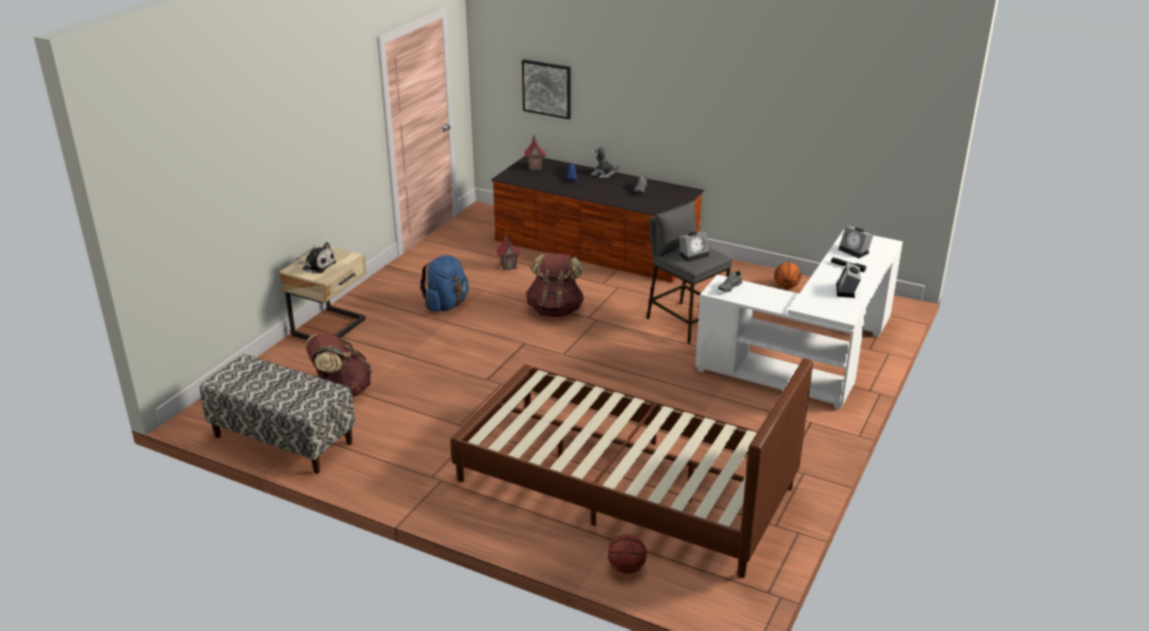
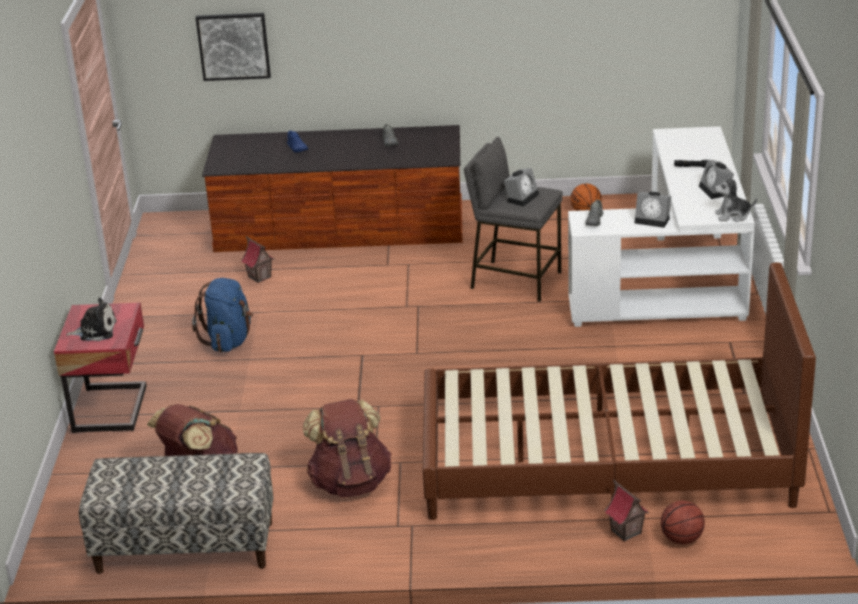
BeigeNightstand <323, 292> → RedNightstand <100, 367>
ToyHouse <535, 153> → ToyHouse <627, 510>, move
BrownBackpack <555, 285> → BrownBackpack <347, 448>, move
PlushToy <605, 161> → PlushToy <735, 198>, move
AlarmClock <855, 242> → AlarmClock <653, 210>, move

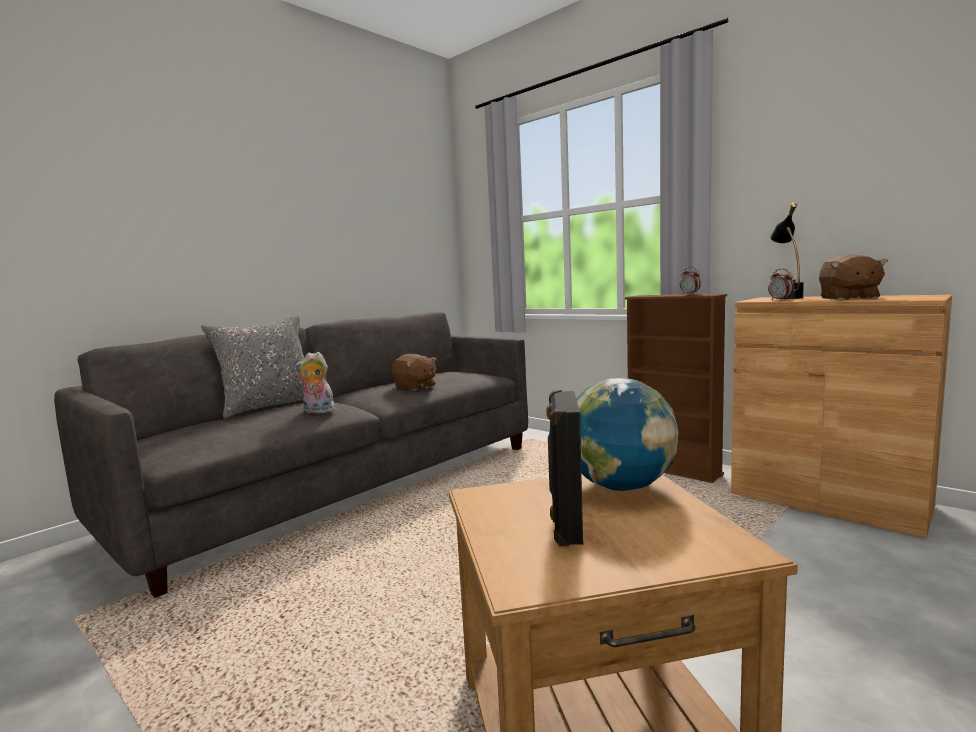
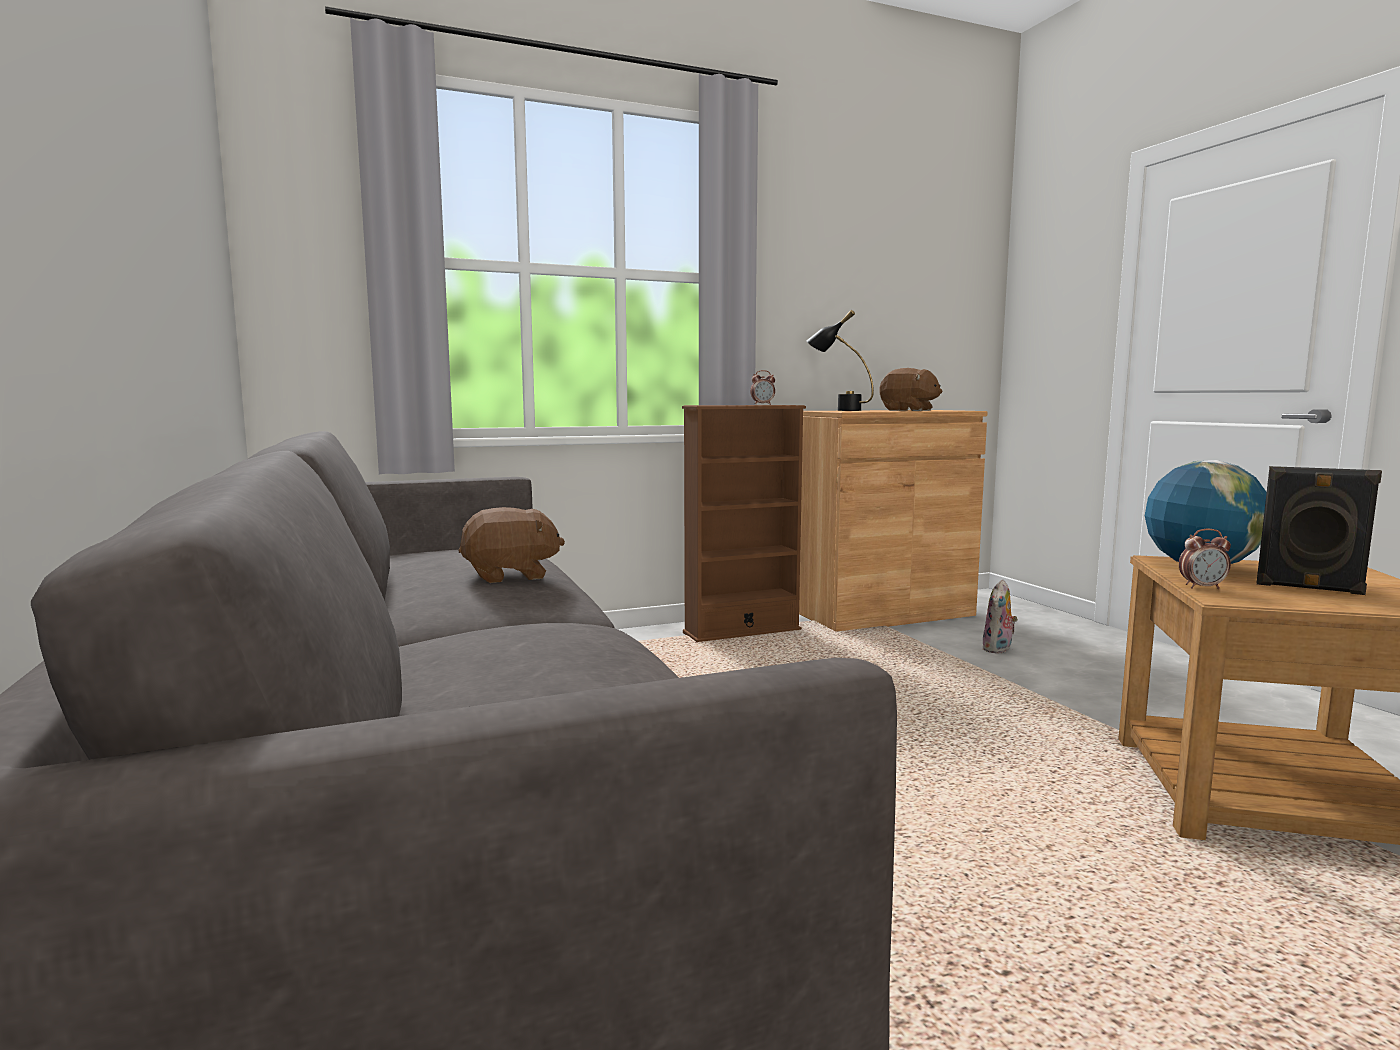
GreyPillow <252, 367> → -
PlushToy <315, 382> → PlushToy <1000, 616>, move
AlarmClock <781, 285> → AlarmClock <1205, 559>, move

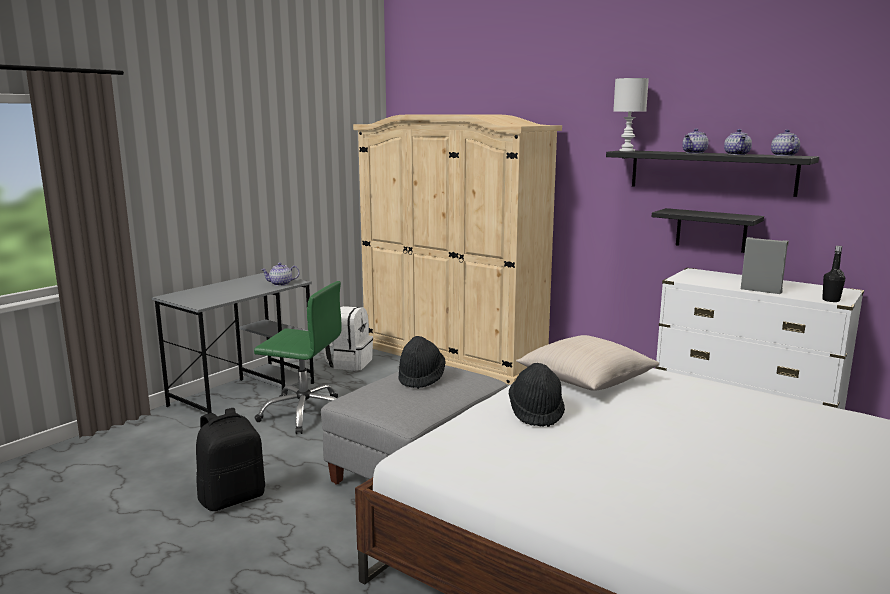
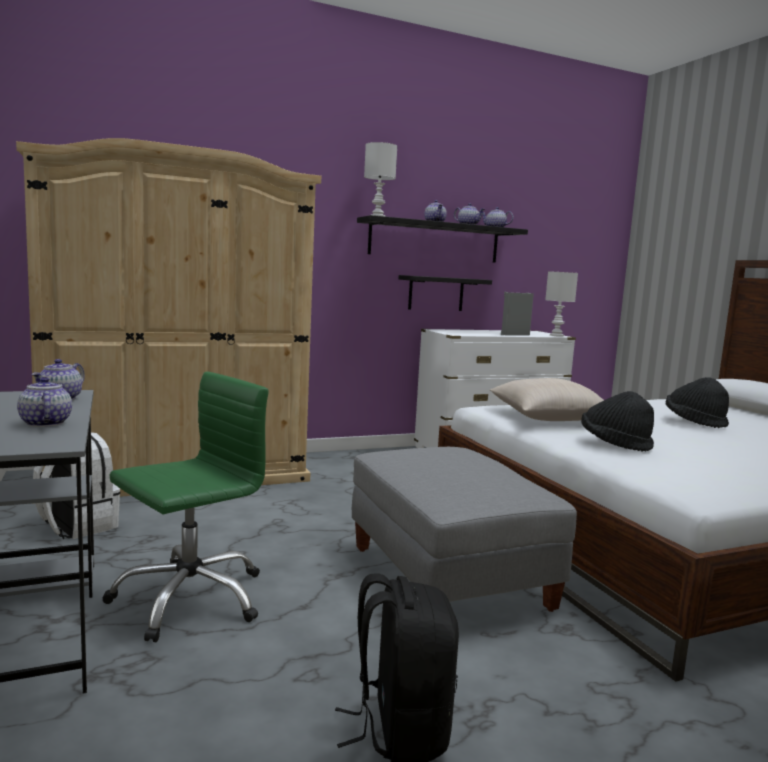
BlackHat <422, 362> → BlackHat <697, 402>, move
BlackBottle <833, 274> → WhiteTableLamp <561, 304>
- → Teapot <44, 402>

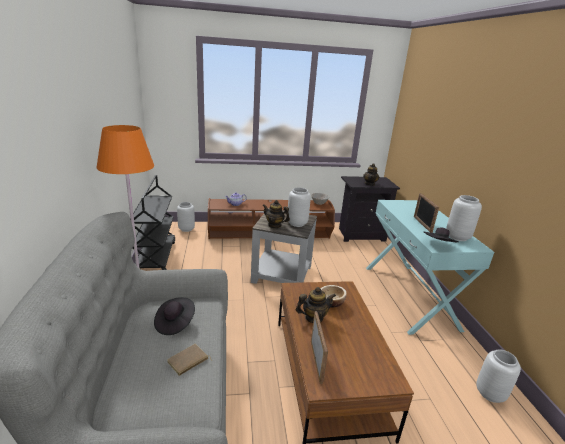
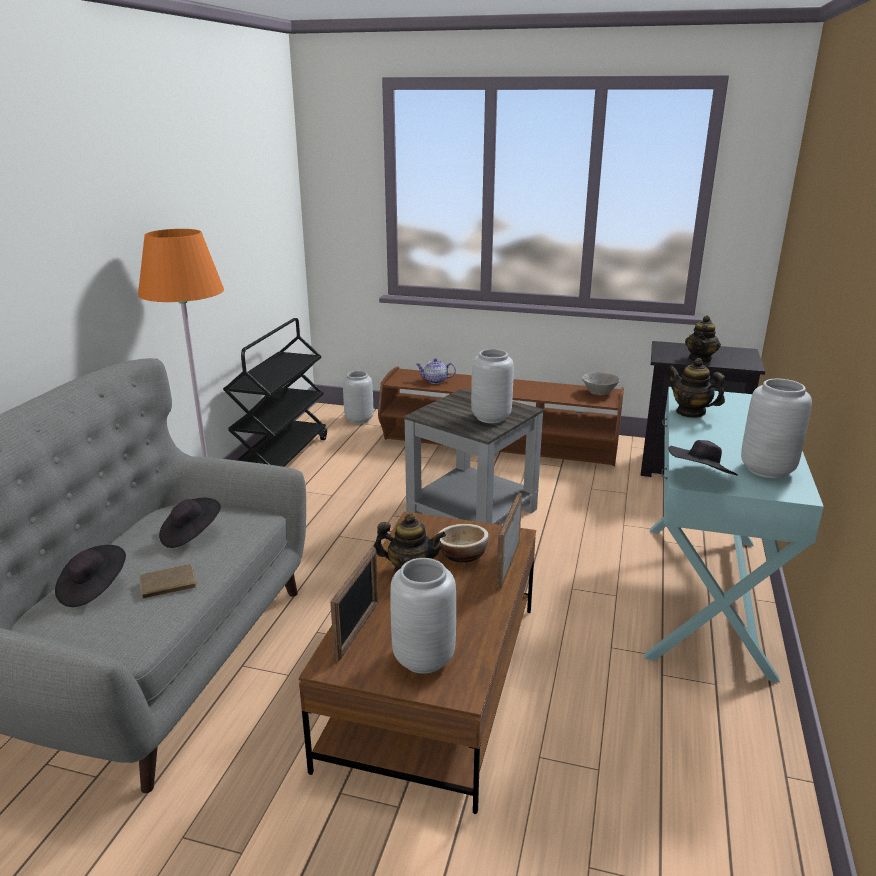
Teapot <276, 214> → Teapot <696, 388>, move
PictureFrame <426, 213> → PictureFrame <509, 541>, move
GreyVase <498, 376> → GreyVase <423, 616>, move
- → BlackHat <90, 576>

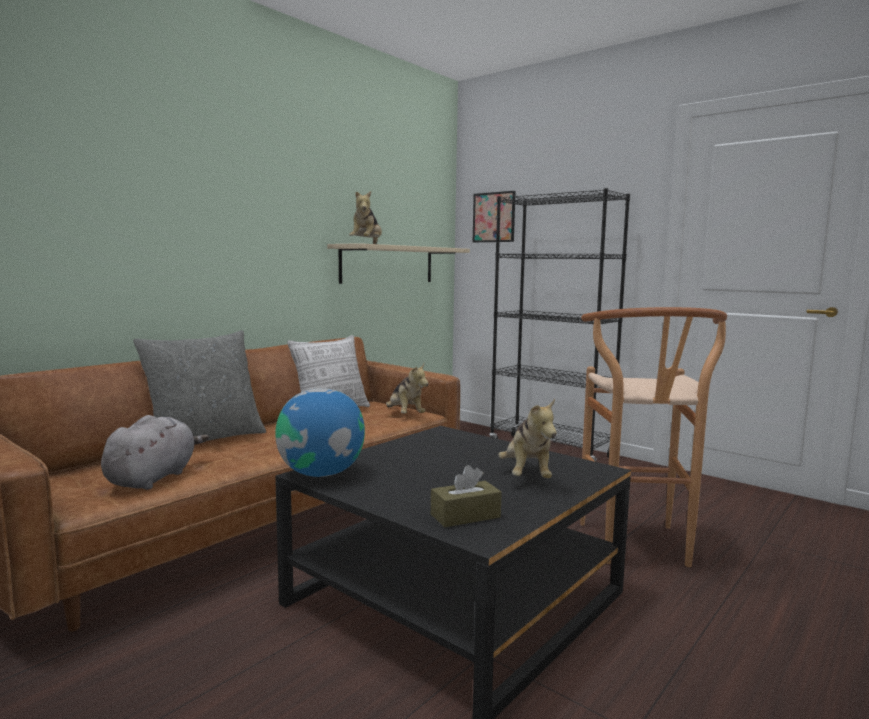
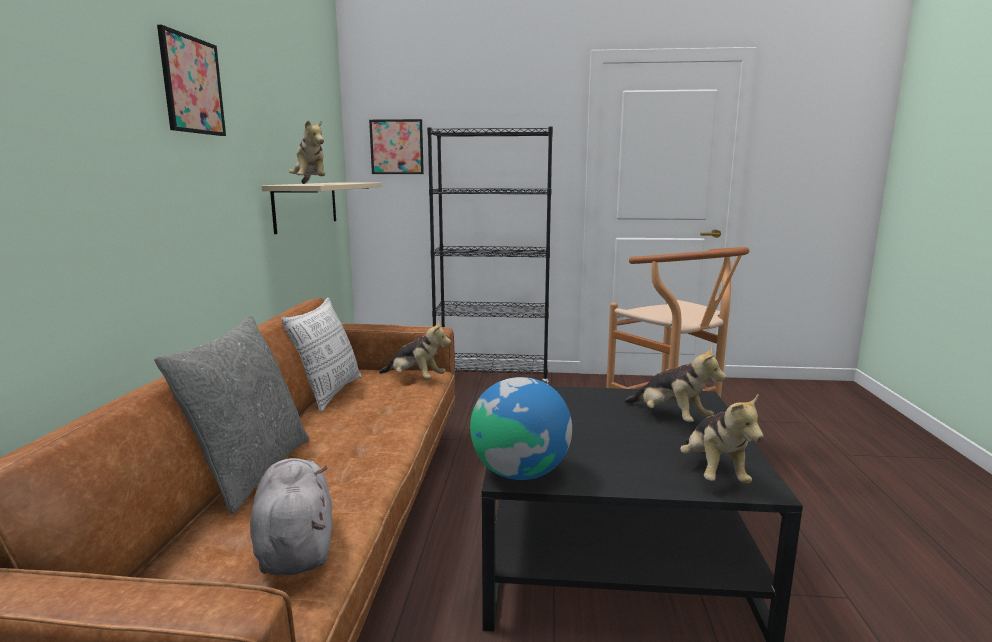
BrownTissueBox <466, 496> → PlushToy <721, 438>
- → Picture <191, 80>

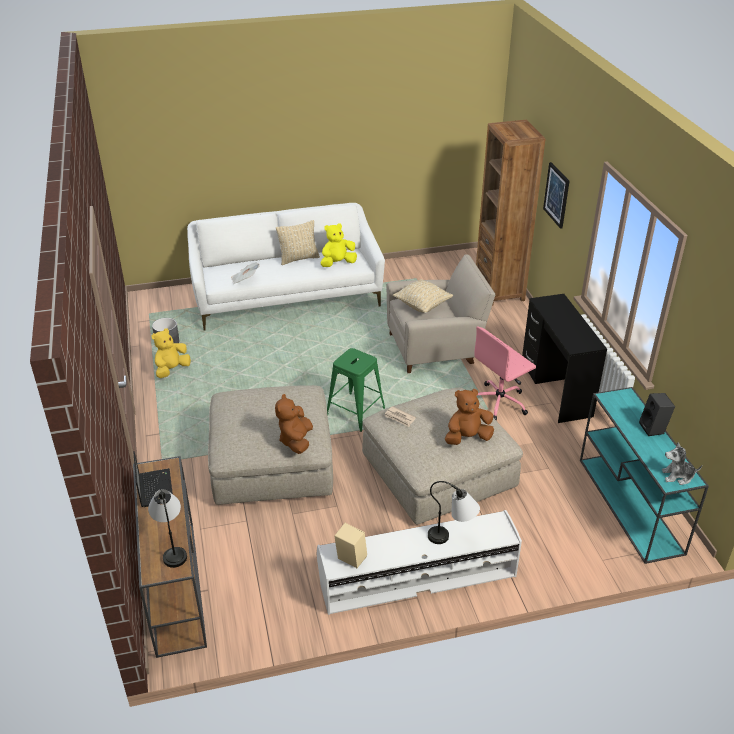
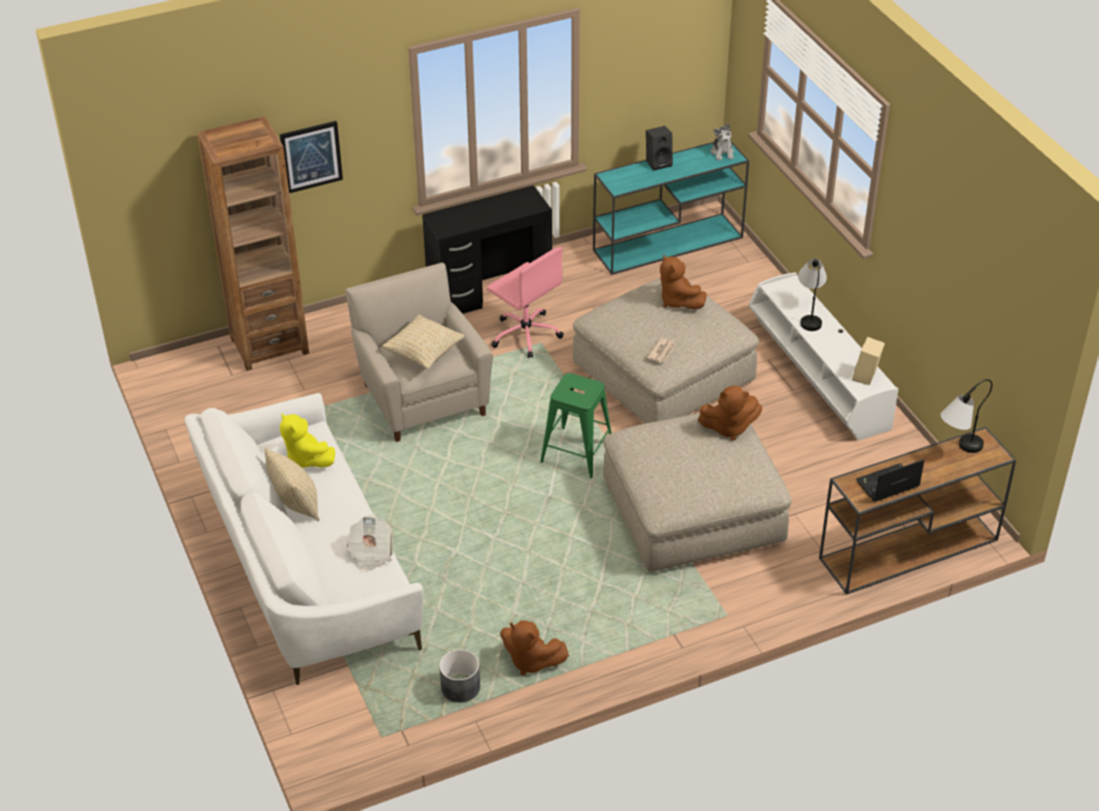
YellowPlushToy <171, 353> → BrownPlushToy <534, 648>

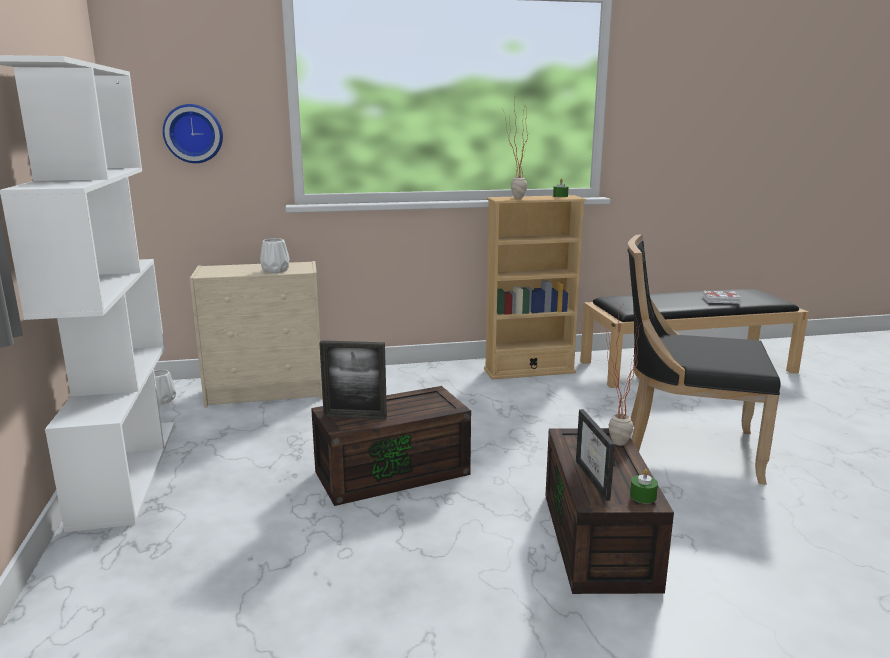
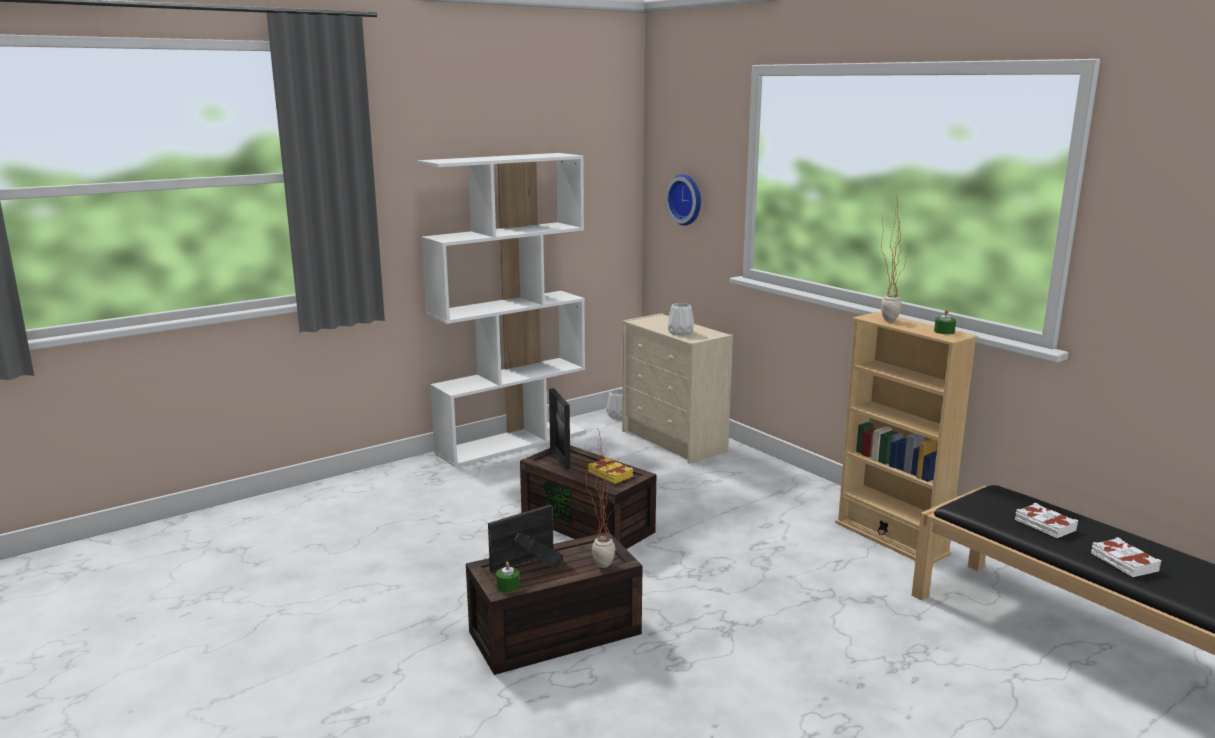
BlackChair <704, 359> → -
- → YellowBook <610, 470>
- → WhiteBook <1046, 520>

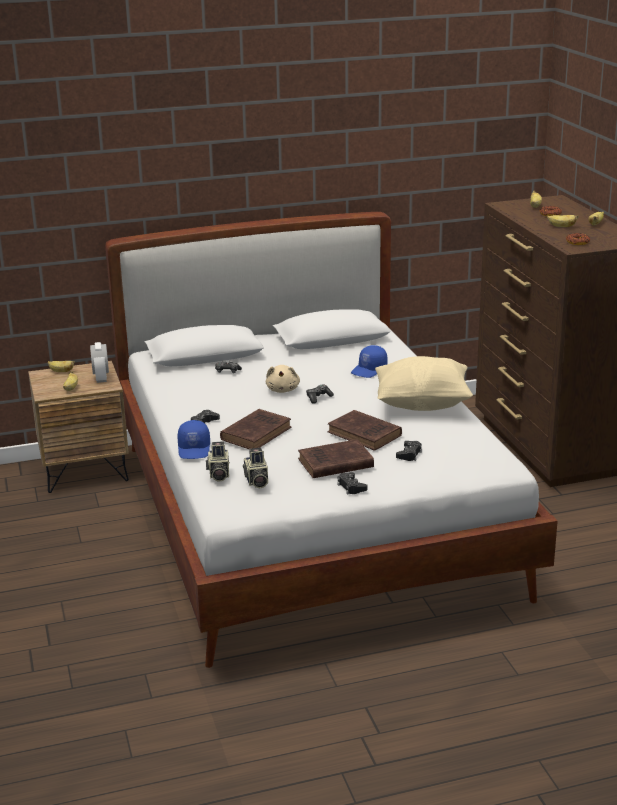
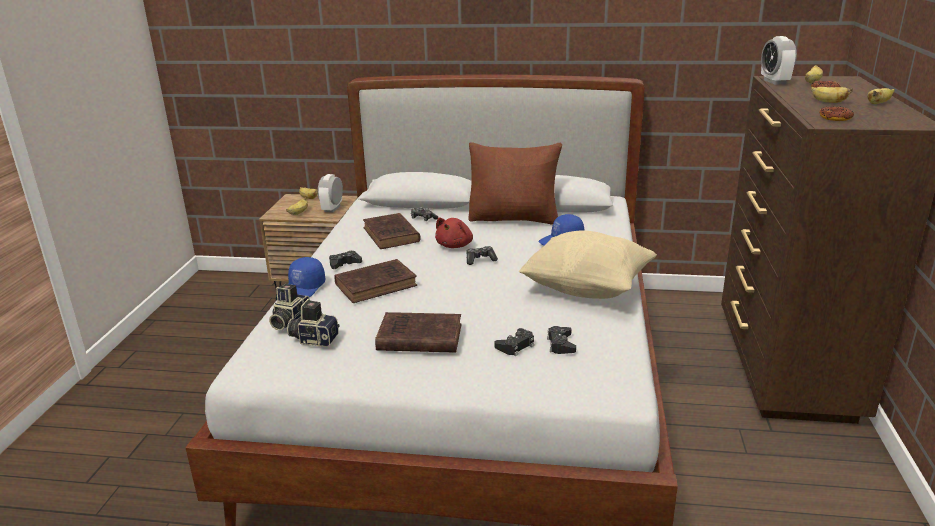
PhotoCamera <255, 468> → PhotoCamera <313, 323>, 90 degrees clockwise
BeigePlushToy <283, 379> → RedPlushToy <454, 232>
BrownBook <365, 430> → BrownBook <392, 231>, move
BlackGameController <352, 483> → BlackGameController <561, 340>, move
- → BrownPillow <515, 183>
- → AlarmClock <779, 60>

